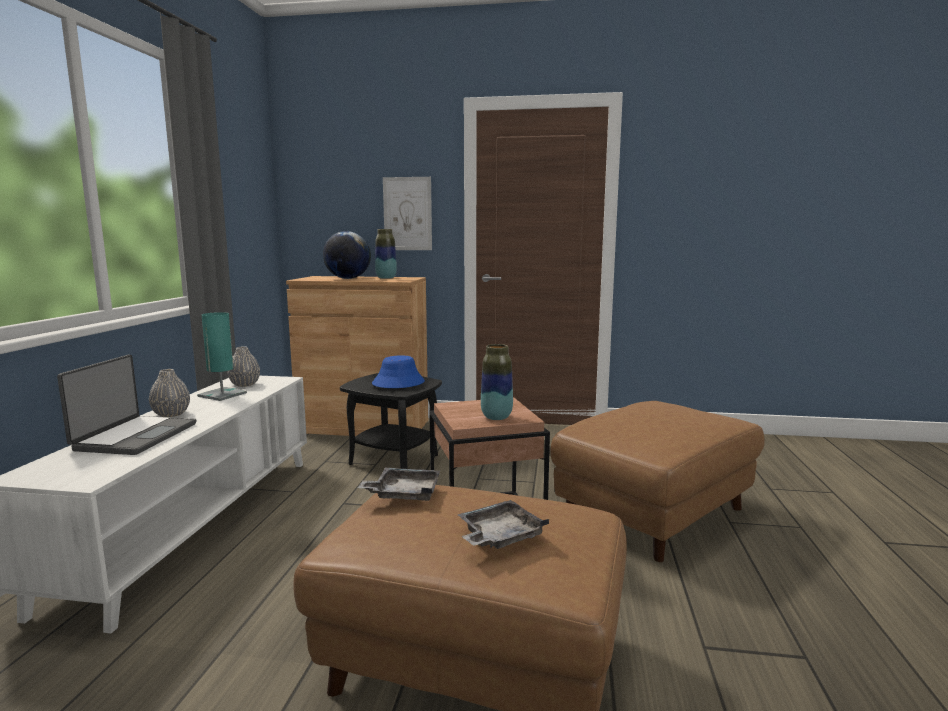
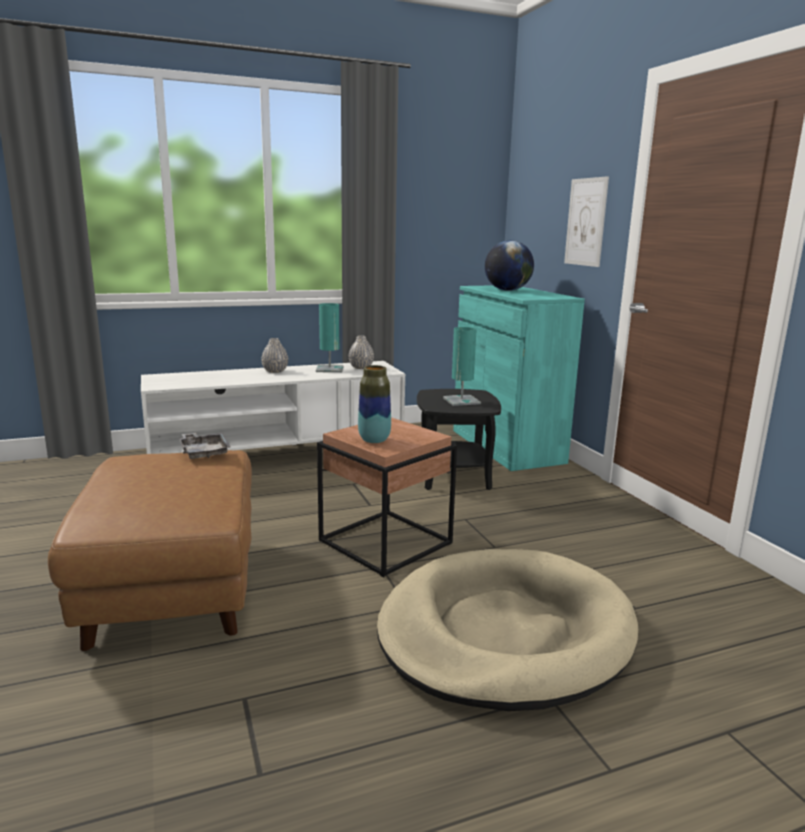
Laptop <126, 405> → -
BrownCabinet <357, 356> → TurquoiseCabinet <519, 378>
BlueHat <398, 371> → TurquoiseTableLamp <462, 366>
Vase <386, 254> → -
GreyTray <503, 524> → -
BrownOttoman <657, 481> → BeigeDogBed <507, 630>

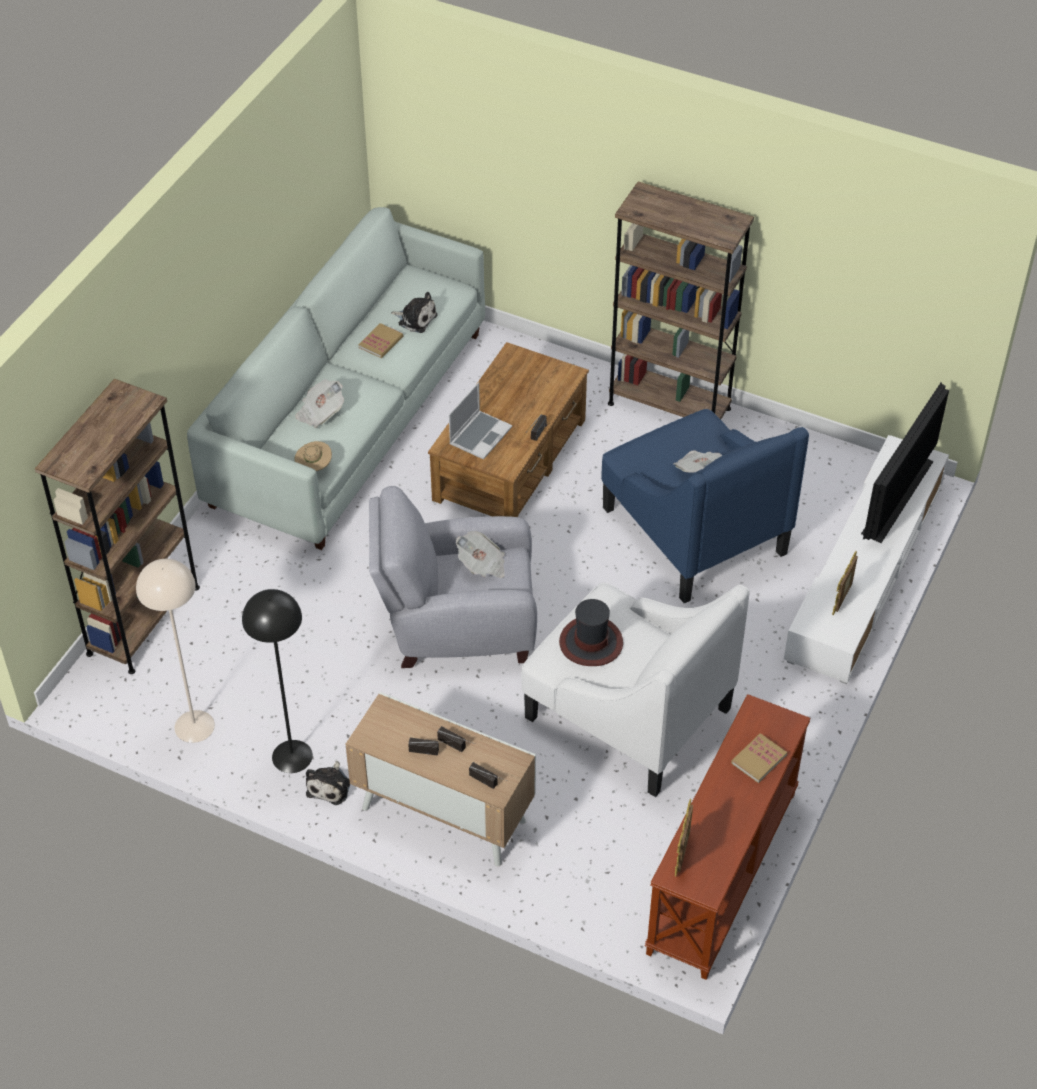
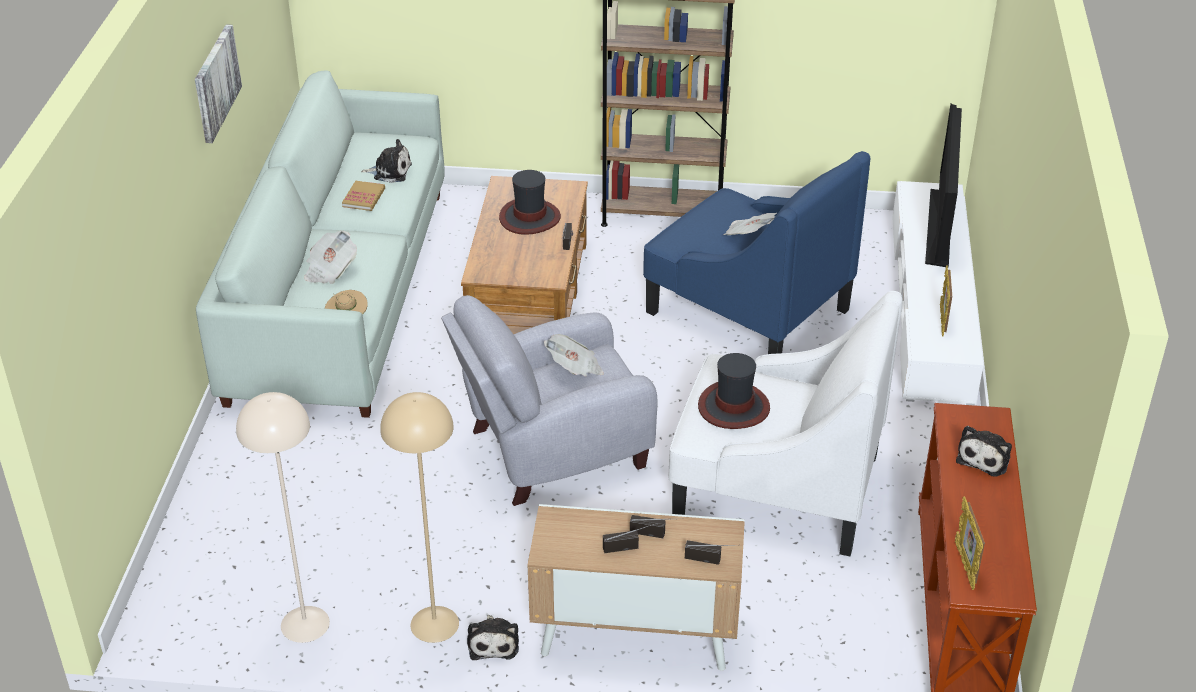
BrownBookcase <117, 526> → -
BlackFloorLamp <277, 681> → BeigeFloorLamp <419, 517>
Laptop <480, 421> → -
Book <759, 758> → PlushToy <984, 451>
- → Picture <218, 83>
- → Hat <530, 202>

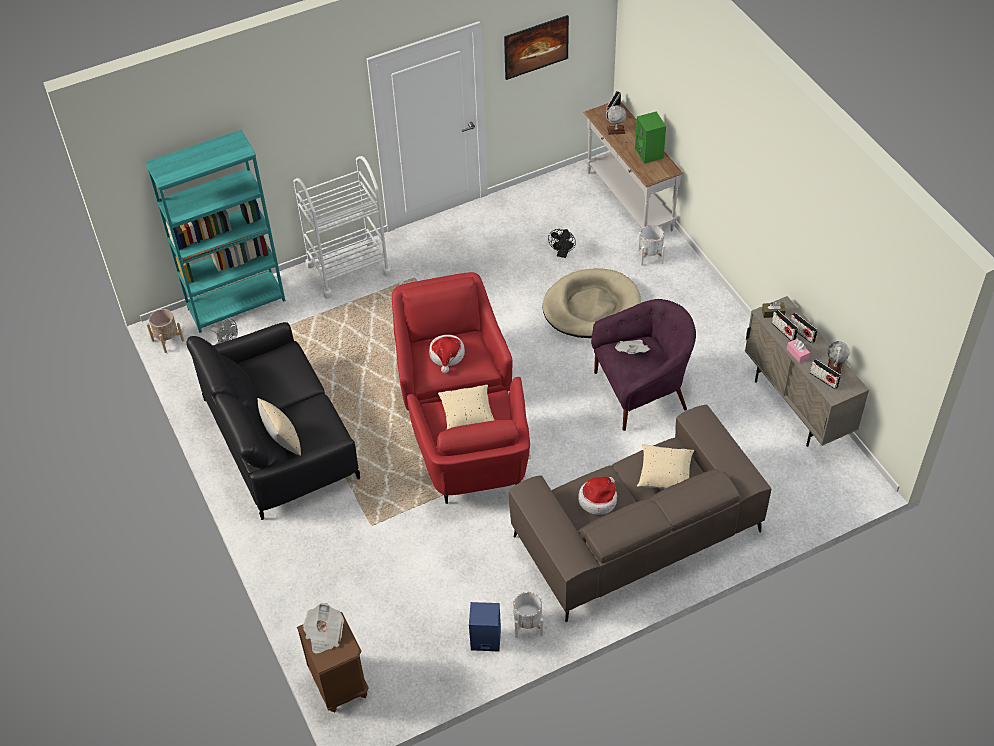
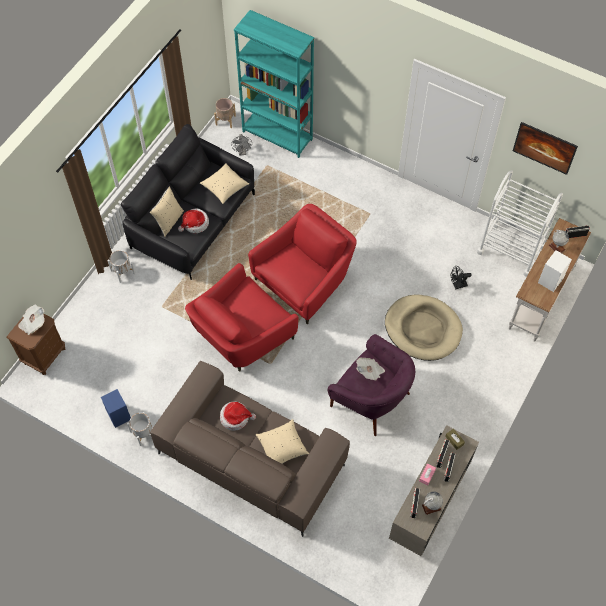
WhiteCart <342, 227> → WhiteCart <520, 223>, move
Hat <447, 354> → Hat <193, 220>, move
BeigePillow <466, 407> → BeigePillow <224, 183>, move
GreenSpeaker <650, 137> → WhiteSpeaker <555, 271>
WhitePlanter <651, 245> → WhitePlanter <121, 266>, move

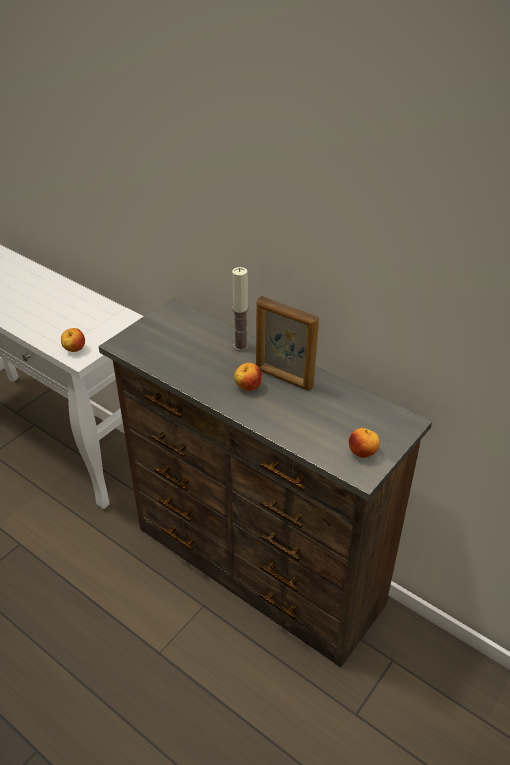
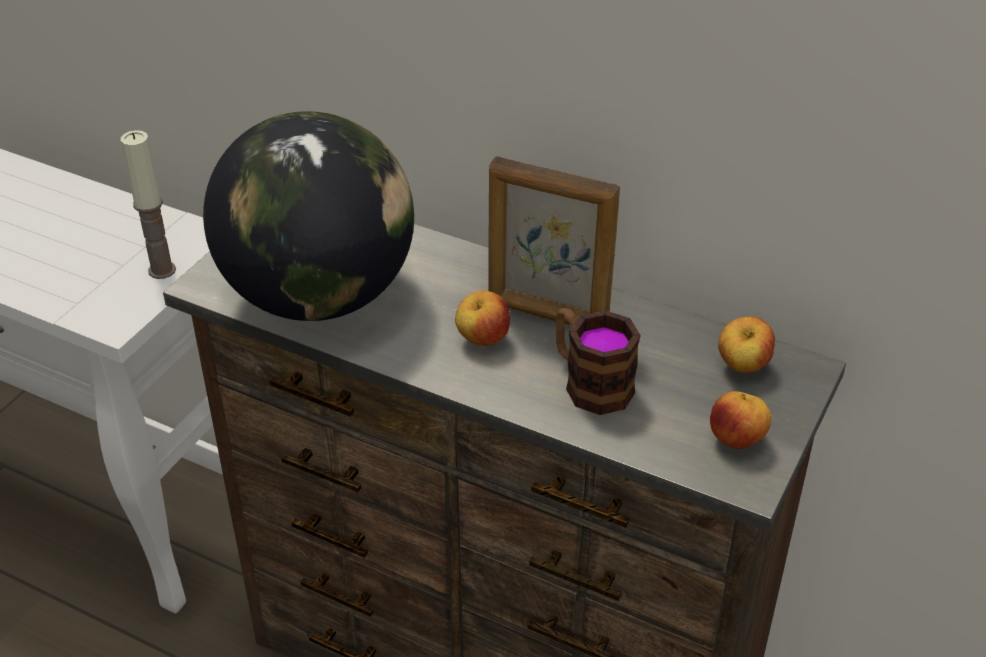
Apple <73, 340> → Apple <746, 345>, move
Candle <240, 309> → Candle <148, 204>, move
- → Globe <308, 216>
- → Mug <598, 361>

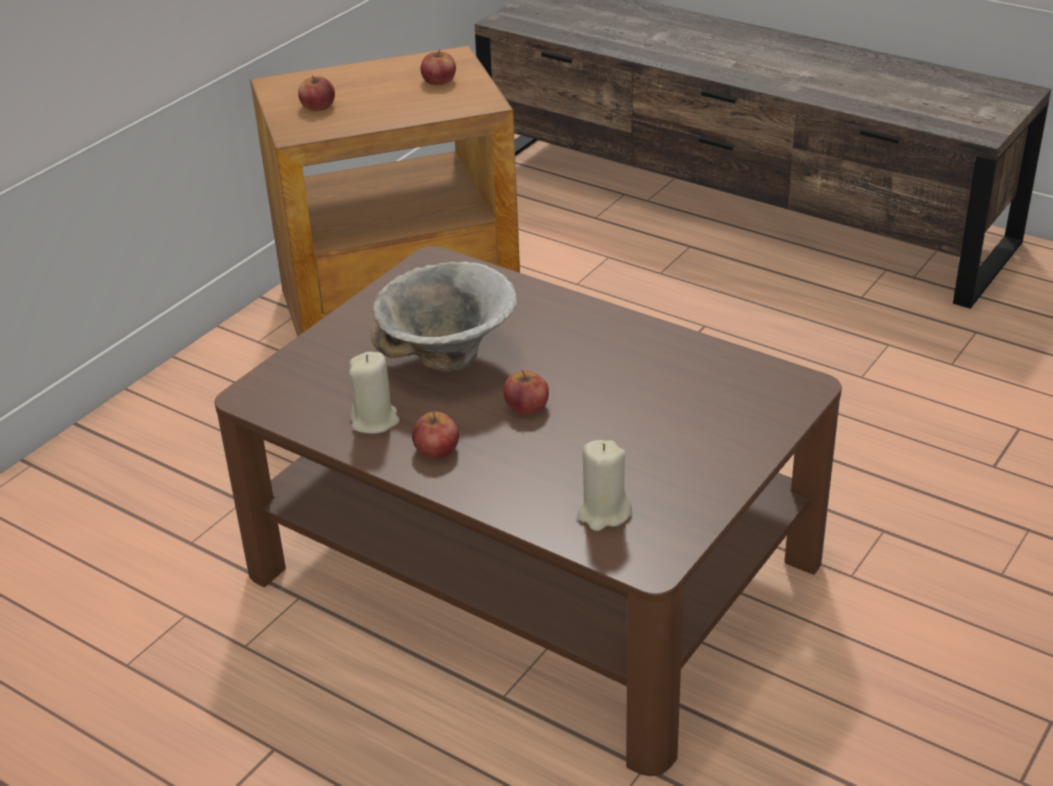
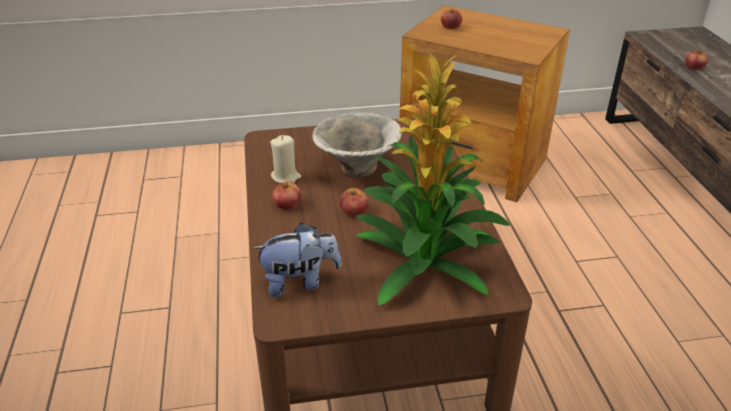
Apple <438, 67> → Apple <696, 60>, move
BeigeCandle <605, 485> → PlushToy <297, 260>
- → PottedPlant <433, 178>

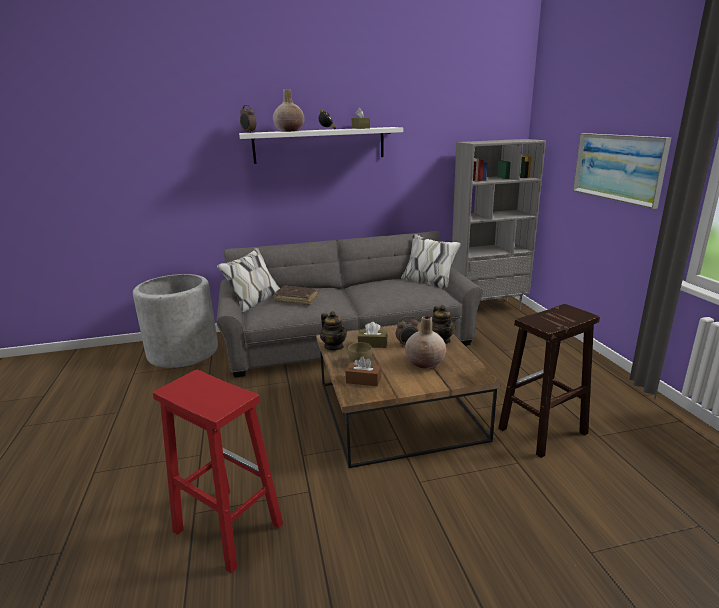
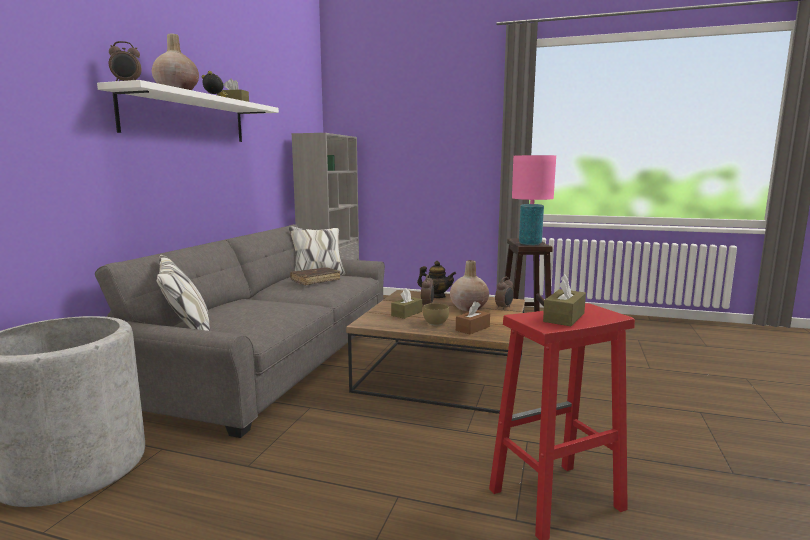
BrownBook <296, 295> → BrownBook <315, 276>, move
Teapot <333, 330> → -
Picture <622, 171> → -
- → AlarmClock <504, 293>
- → PinkTableLamp <534, 200>
- → BrownTissueBox <564, 300>

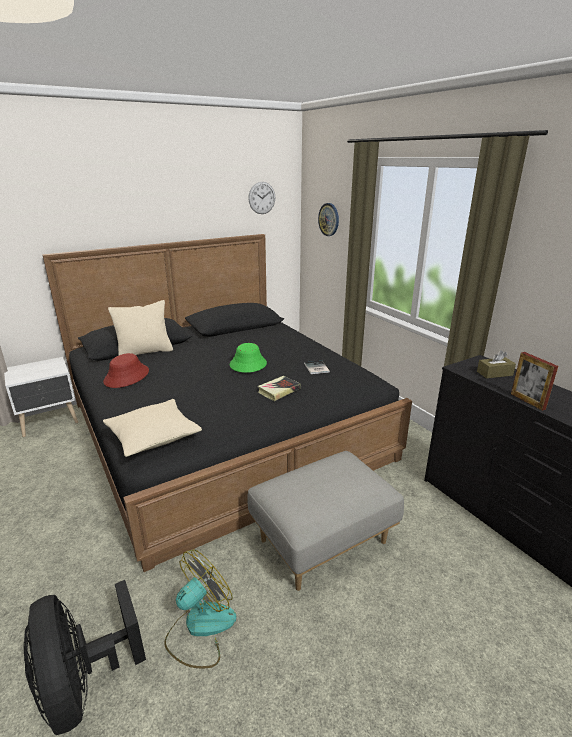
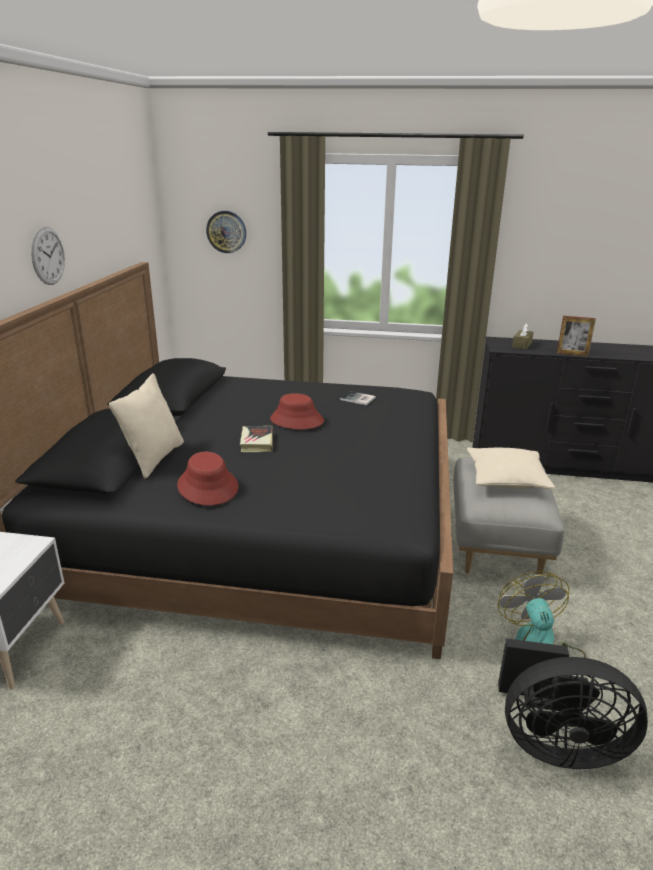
BeigePillow <152, 428> → BeigePillow <511, 468>, move
GreenHat <248, 358> → RedHat <297, 411>
WallClock <261, 198> → WallClock <48, 256>, move
Book <279, 388> → Book <256, 439>, move

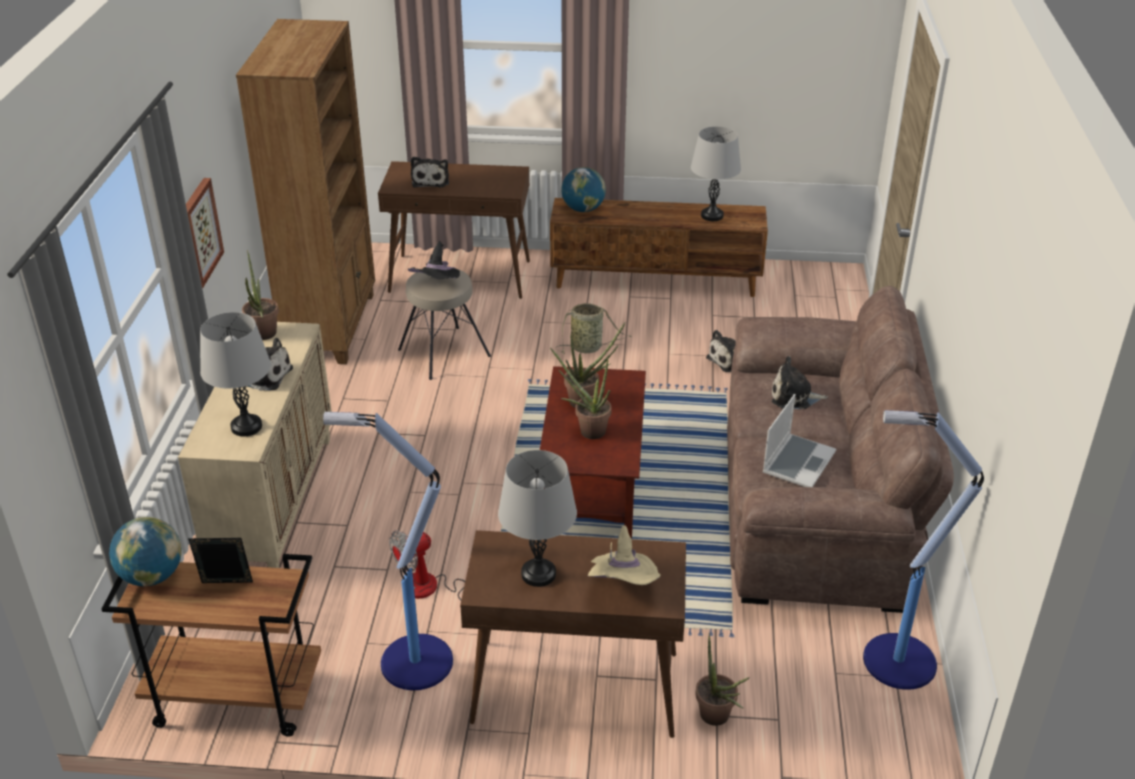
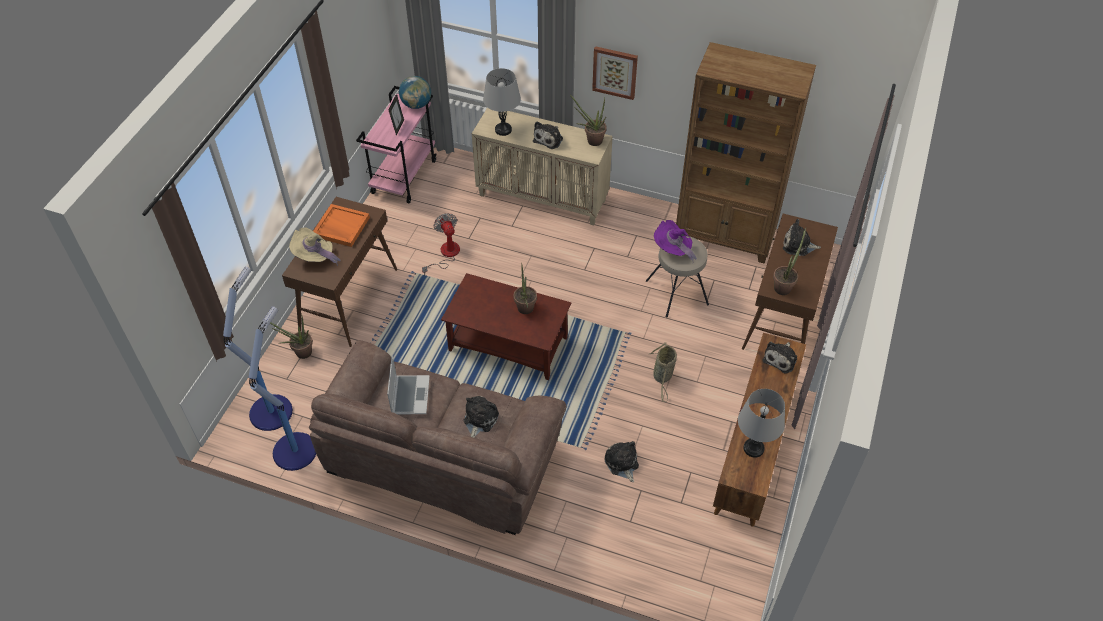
BrownCart <211, 645> → PinkCart <396, 144>
FloorLamp <388, 551> → FloorLamp <258, 349>, move
BlackHat <434, 260> → PurpleHat <675, 240>
GreyTableLamp <537, 518> → OrangeTray <341, 225>
PottedPlant <581, 393> → PottedPlant <789, 261>, move
Globe <583, 189> → PlushToy <780, 358>
Laptop <799, 440> → Laptop <408, 385>, 135 degrees counterclockwise

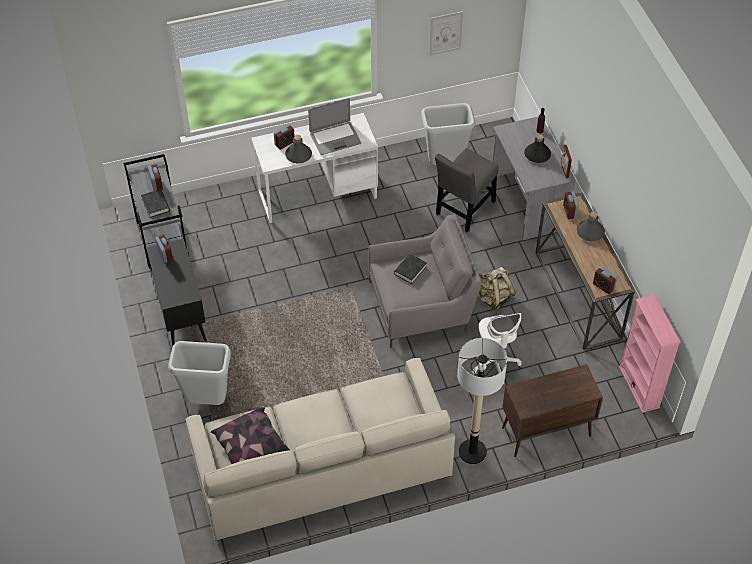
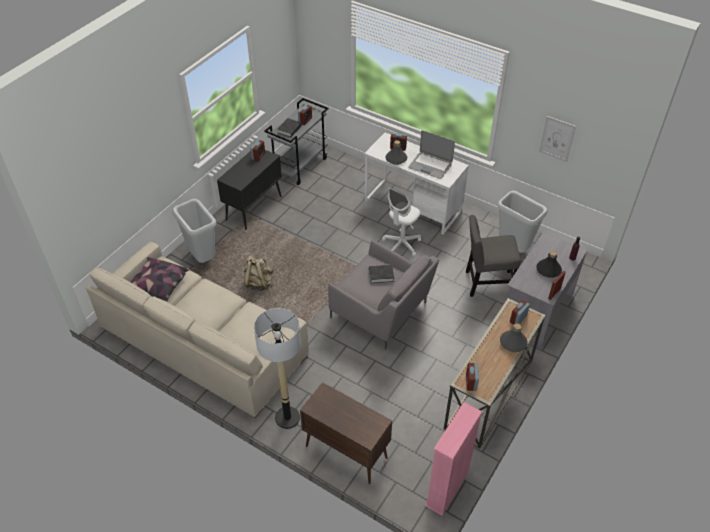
WhiteOfficeChair <496, 344> → WhiteOfficeChair <401, 222>, move
BeigeBackpack <497, 288> → BeigeBackpack <258, 273>, move

